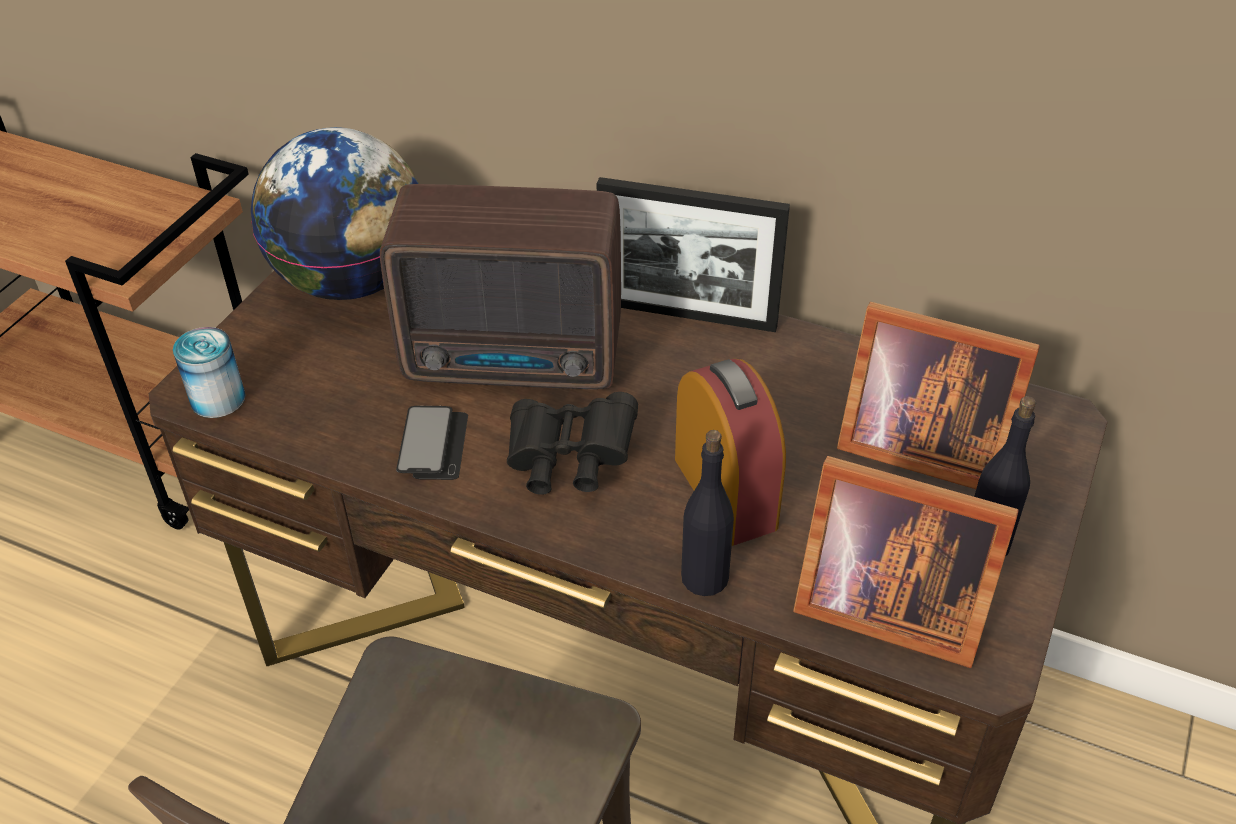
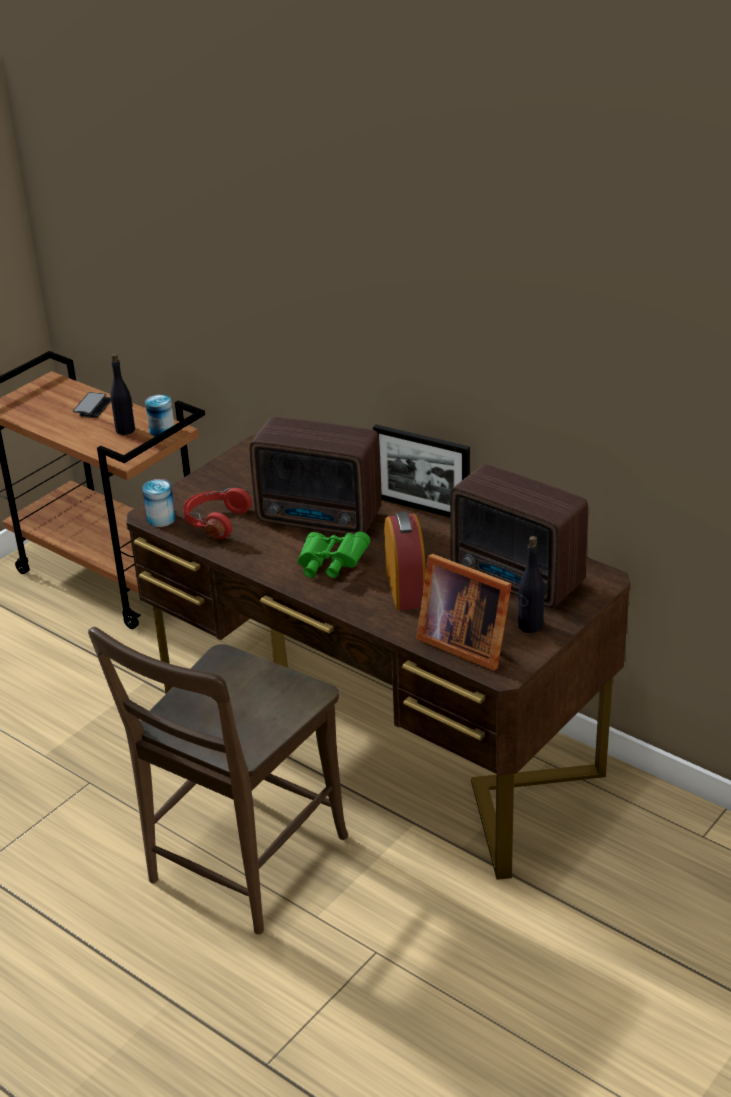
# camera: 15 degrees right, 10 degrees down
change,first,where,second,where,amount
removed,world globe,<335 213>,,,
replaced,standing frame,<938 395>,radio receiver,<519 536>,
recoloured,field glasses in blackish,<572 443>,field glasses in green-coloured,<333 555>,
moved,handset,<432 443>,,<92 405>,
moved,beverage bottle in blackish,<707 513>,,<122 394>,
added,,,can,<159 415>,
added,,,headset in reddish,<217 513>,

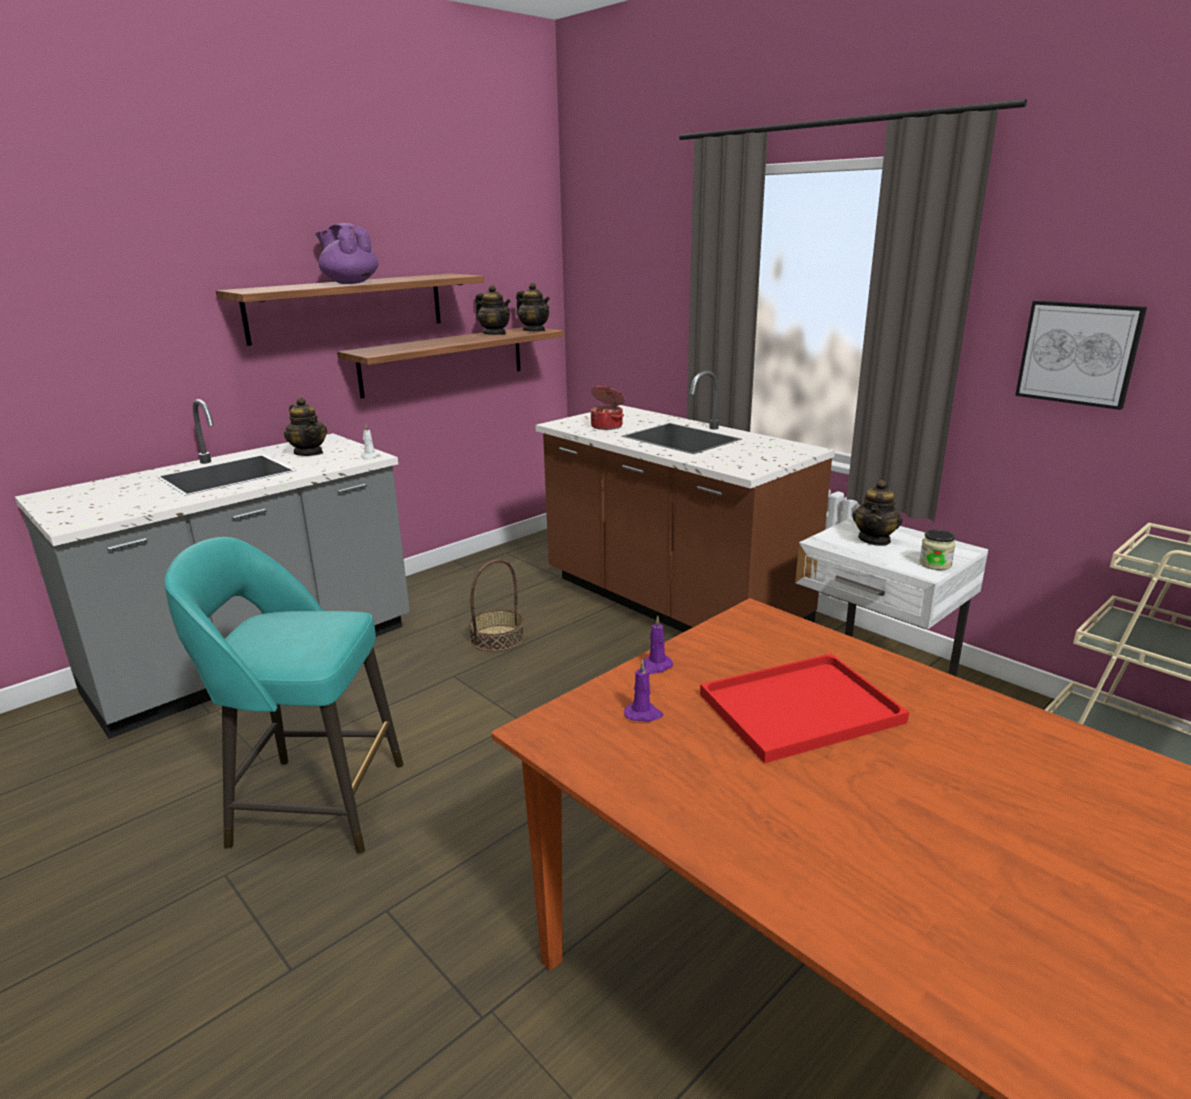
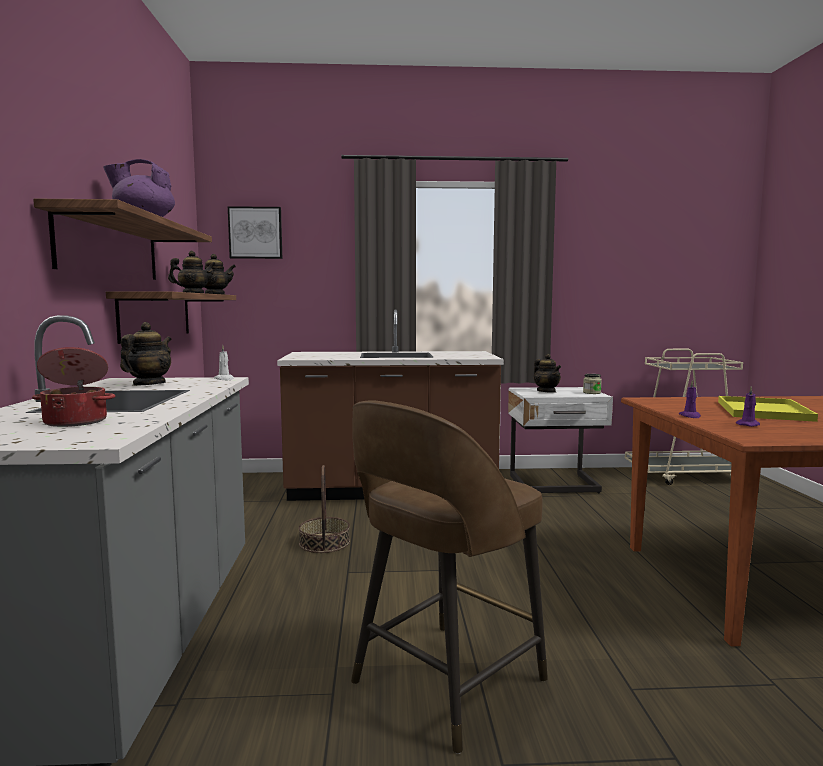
# camera: 50 degrees left, 15 degrees down
change,first,where,second,where,amount
moved,wall art,<1081 355>,,<255 232>,
moved,saucepot,<607 408>,,<73 387>,
turned,tea pot,<305 426>,,<146 354>,75 degrees counterclockwise
recoloured,stool in blue-green,<284 695>,stool in brown-coloured,<449 577>,
recoloured,tray in reddish,<804 708>,tray in yellowish,<768 409>,

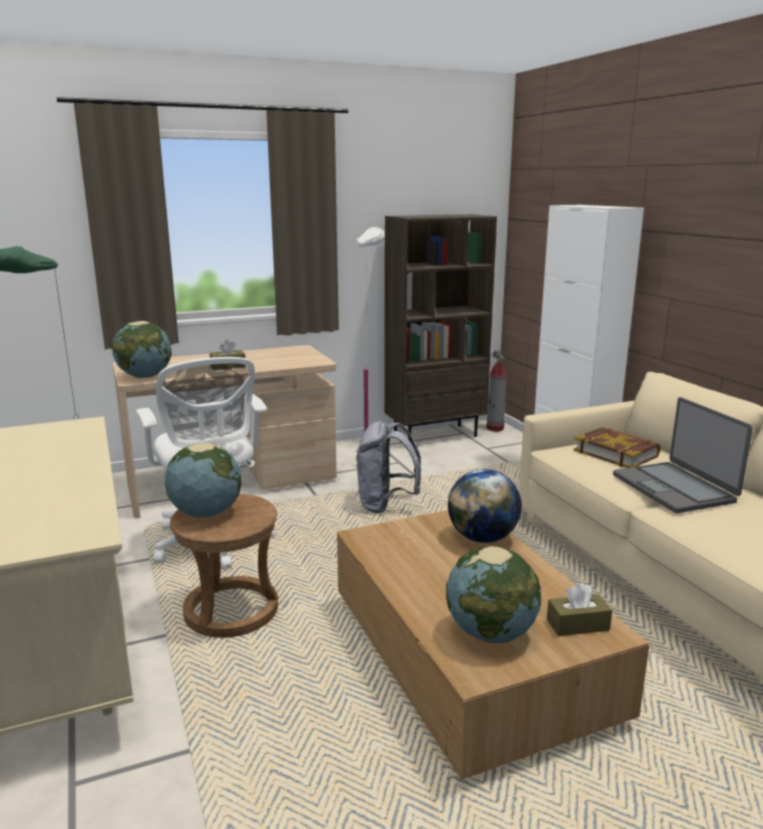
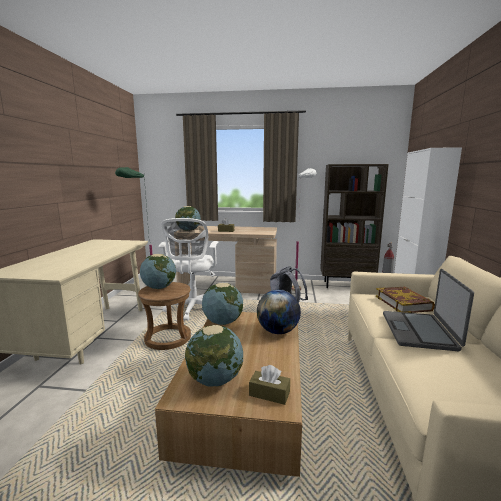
# camera: 30 degrees right, 5 degrees down
change,first,where,second,where,amount
added,,,world globe,<222 304>,

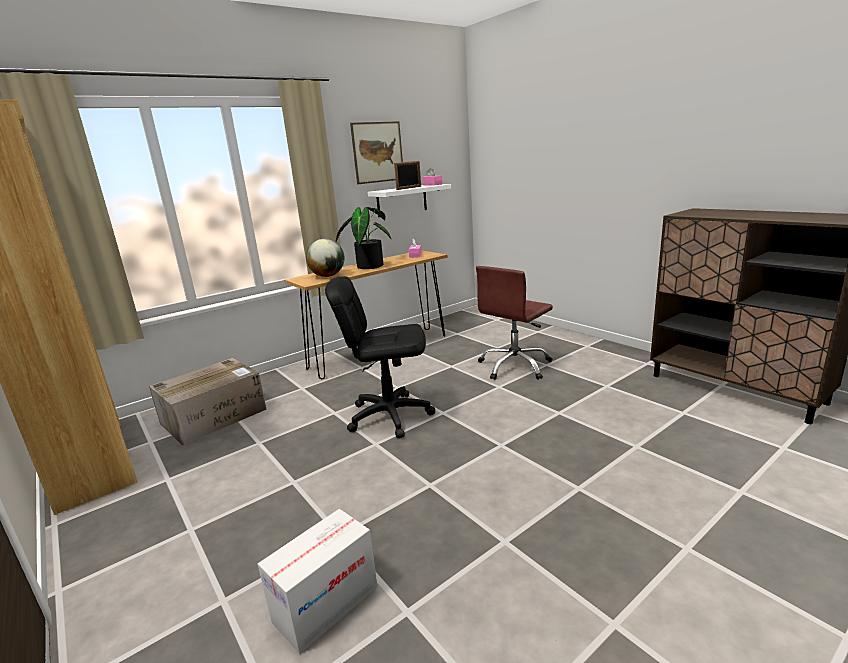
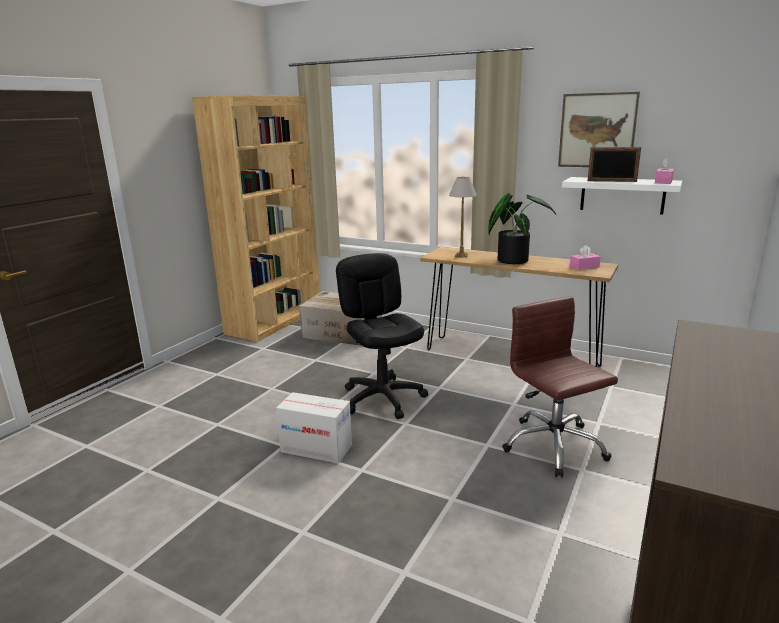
# camera: 65 degrees right, 0 degrees up
change,first,where,second,where,amount
replaced,world globe,<325 258>,table lamp,<463 217>,
turned,computer chair in brown-coloured,<514 323>,,<560 387>,45 degrees clockwise
moved,cardboard box,<318 581>,,<314 428>,

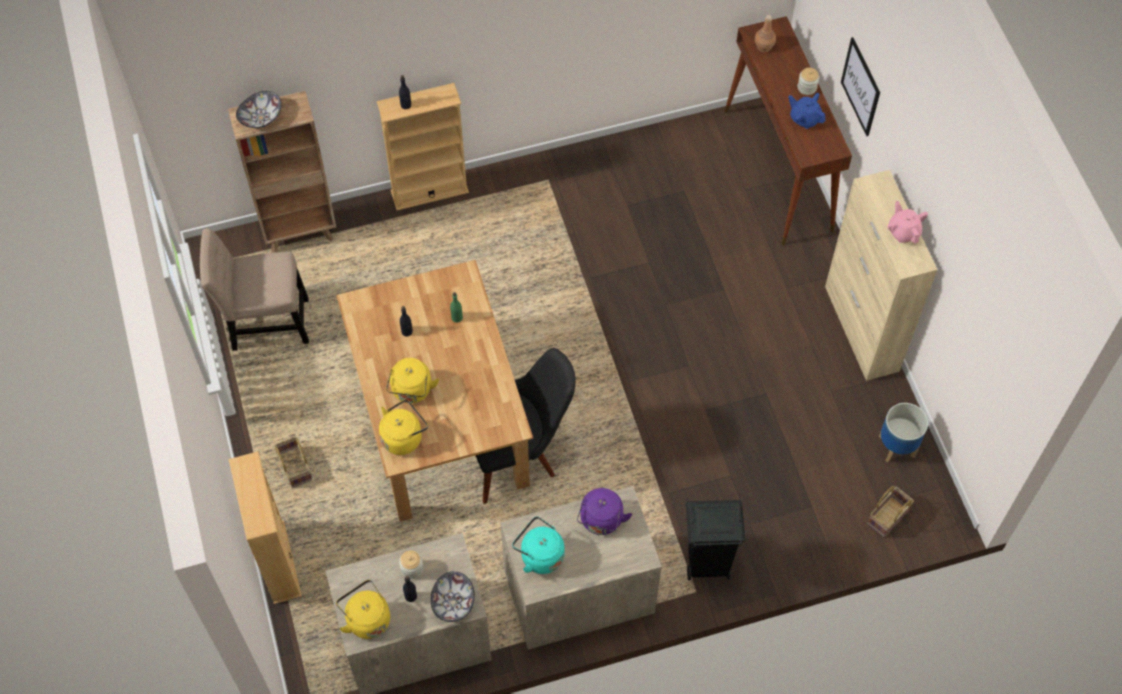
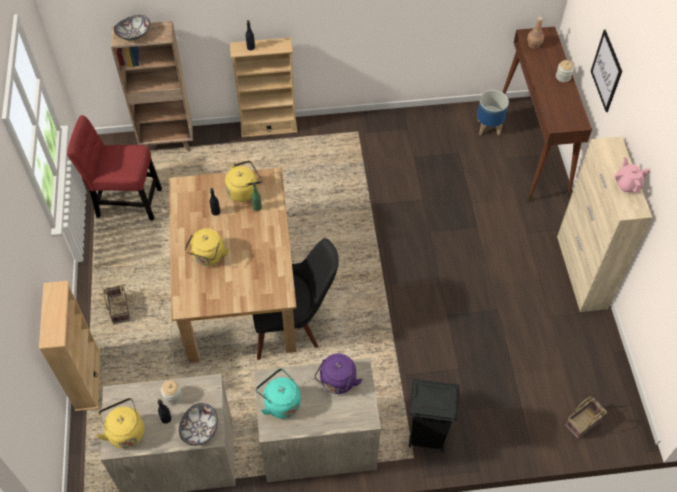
# camera: 10 degrees right, 5 degrees down
change,first,where,second,where,amount
removed,tea pot in blue,<807 111>,,,
recoloured,plain chair in beige-coloured,<254 289>,plain chair in reddish,<114 168>,
moved,water kettle in yellowish,<403 427>,,<243 181>,
moved,planter,<903 432>,,<493 113>,

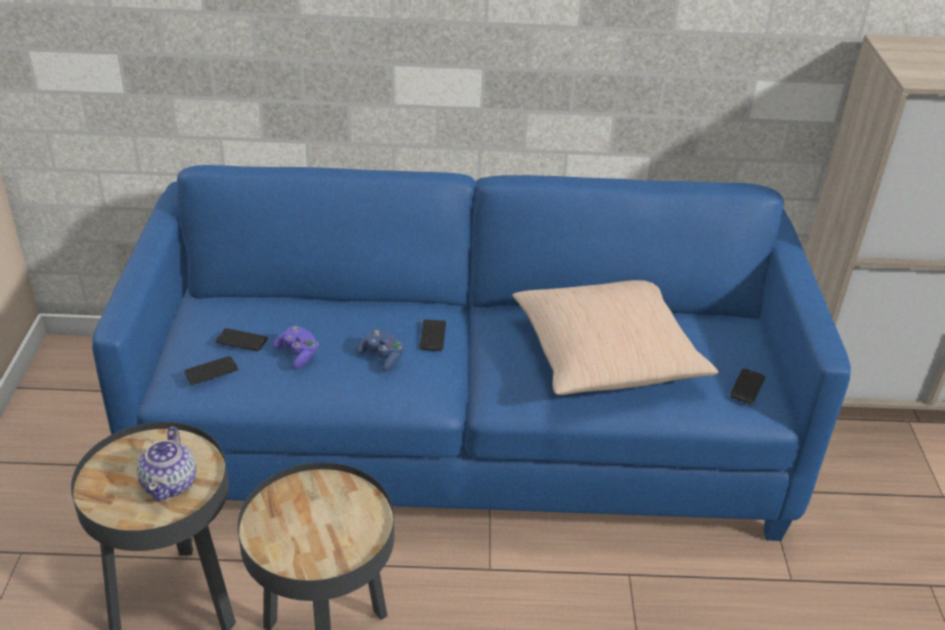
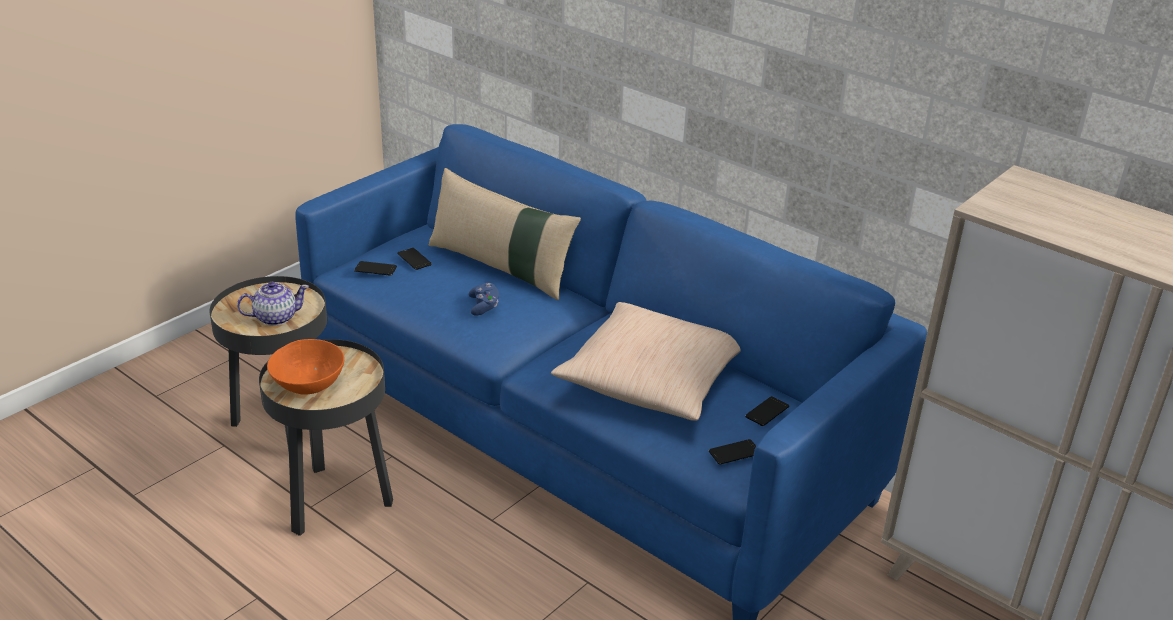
# camera: 40 degrees right, 5 degrees down
change,first,where,second,where,amount
moved,handset,<433 335>,,<767 411>,
removed,joypad in purple,<295 347>,,,
turned,tea pot,<166 464>,,<273 304>,150 degrees counterclockwise
added,,,pillow in beige-coloured,<504 234>,
added,,,bowl in orange-coloured,<305 367>,

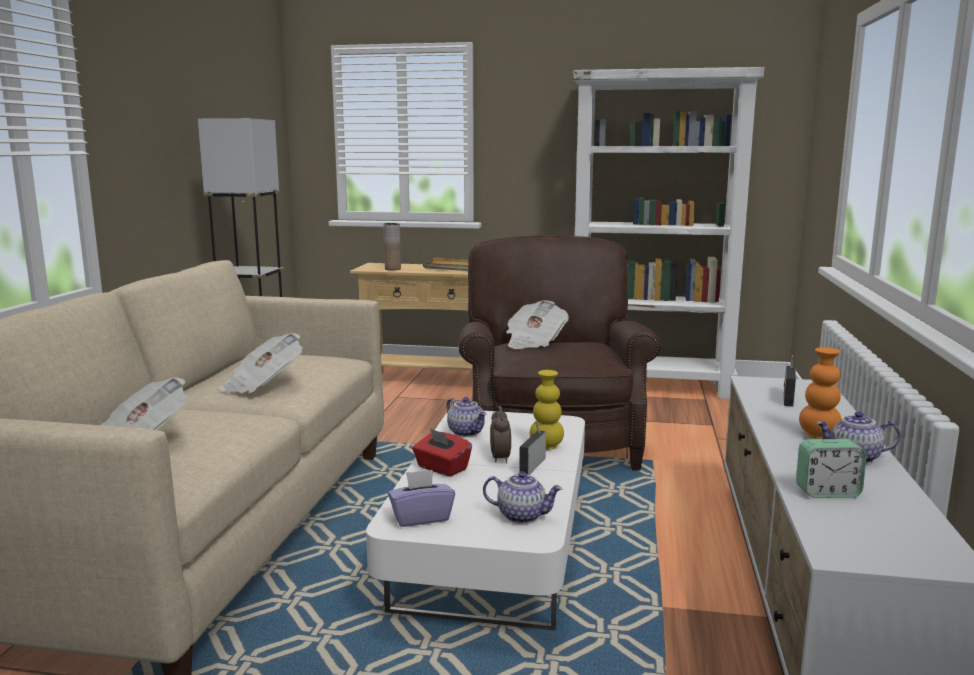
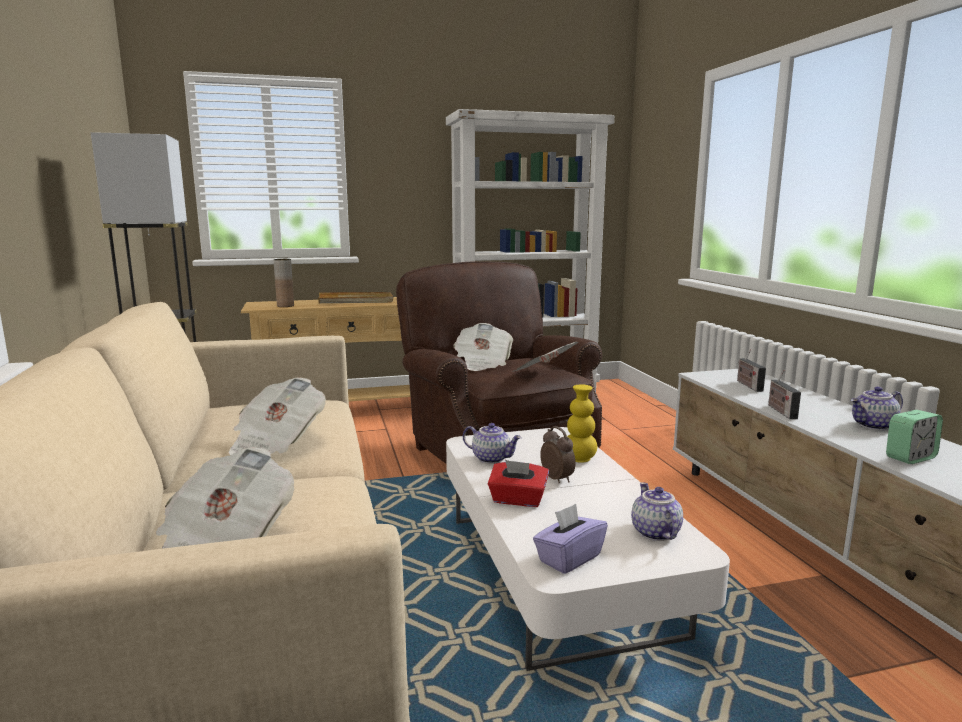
# camera: 25 degrees left, 0 degrees up
change,first,where,second,where,amount
removed,flower vase in orange-coloured,<820 393>,,,
moved,radio receiver,<532 448>,,<784 394>,
turned,tea pot,<523 497>,,<657 512>,90 degrees counterclockwise
added,,,daily paper,<545 357>,

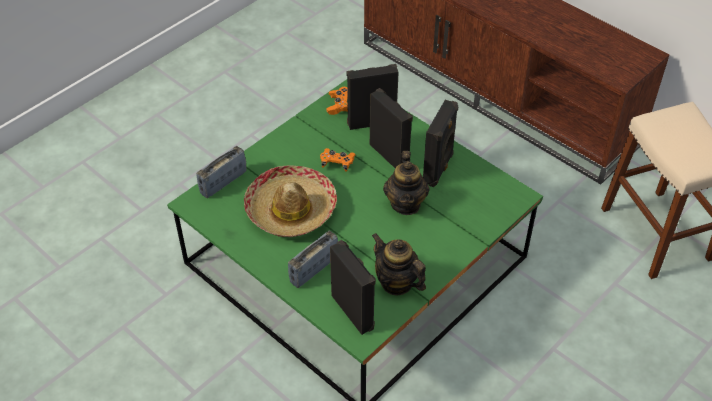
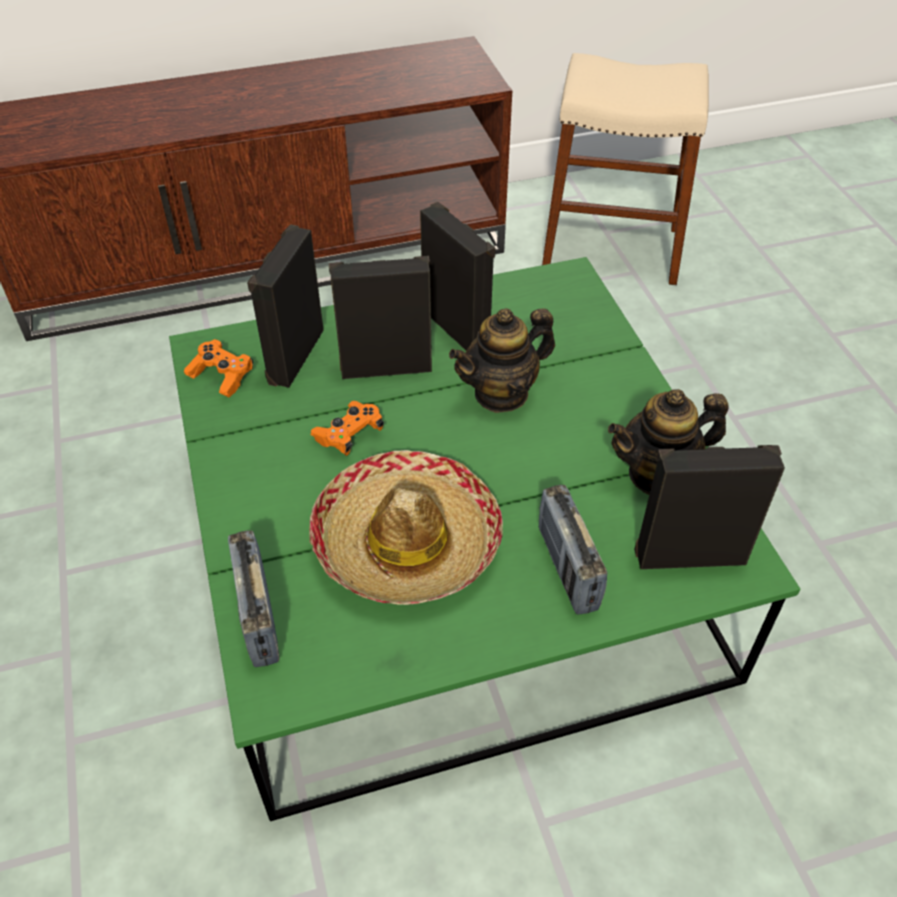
# camera: 60 degrees left, 0 degrees up
change,first,where,second,where,amount
turned,tea pot,<406 183>,,<502 360>,120 degrees clockwise

